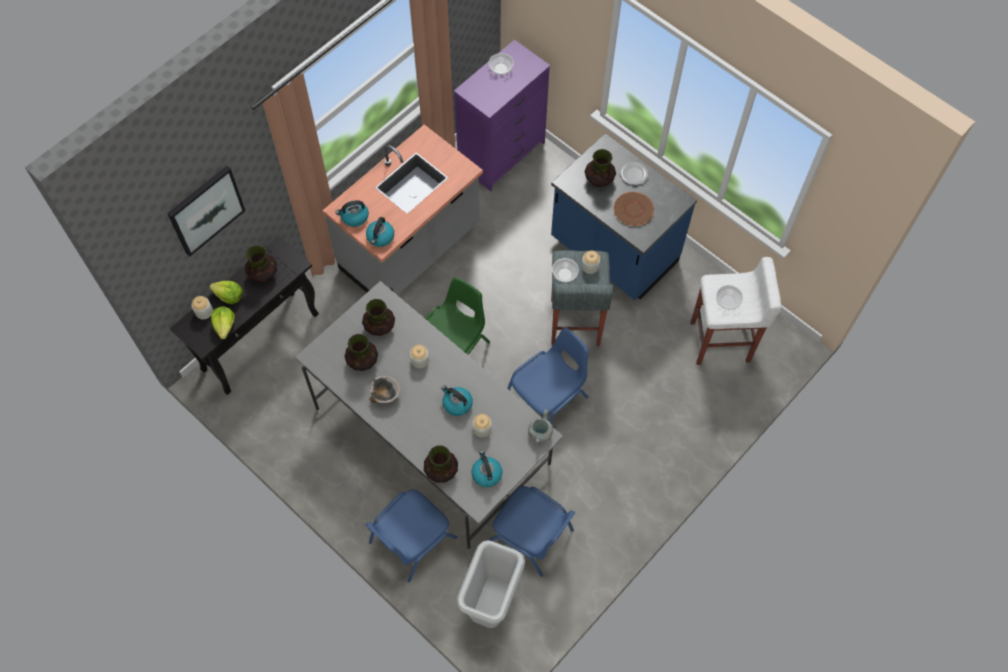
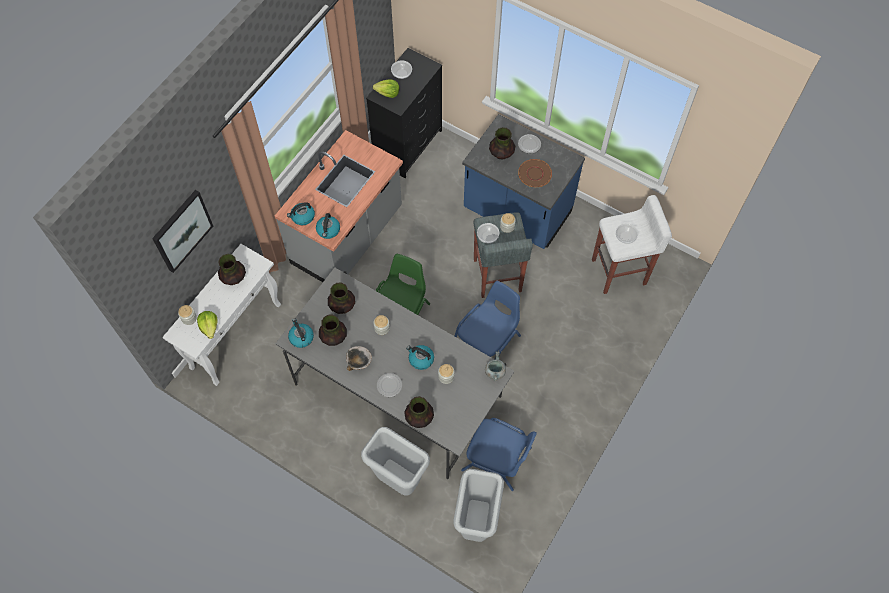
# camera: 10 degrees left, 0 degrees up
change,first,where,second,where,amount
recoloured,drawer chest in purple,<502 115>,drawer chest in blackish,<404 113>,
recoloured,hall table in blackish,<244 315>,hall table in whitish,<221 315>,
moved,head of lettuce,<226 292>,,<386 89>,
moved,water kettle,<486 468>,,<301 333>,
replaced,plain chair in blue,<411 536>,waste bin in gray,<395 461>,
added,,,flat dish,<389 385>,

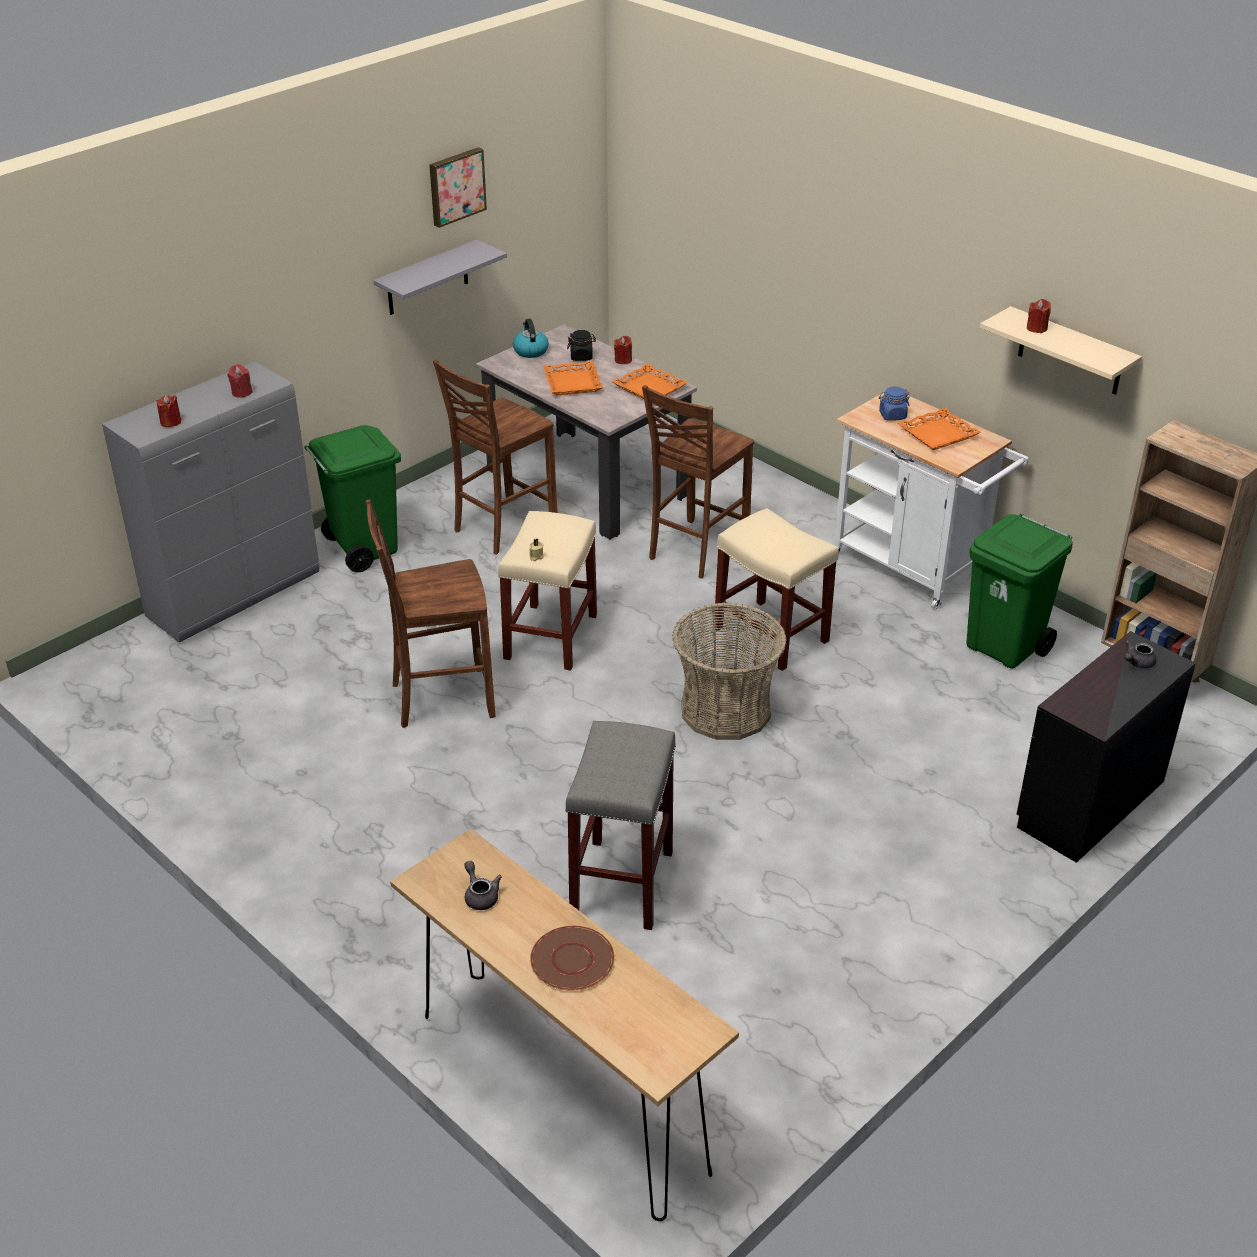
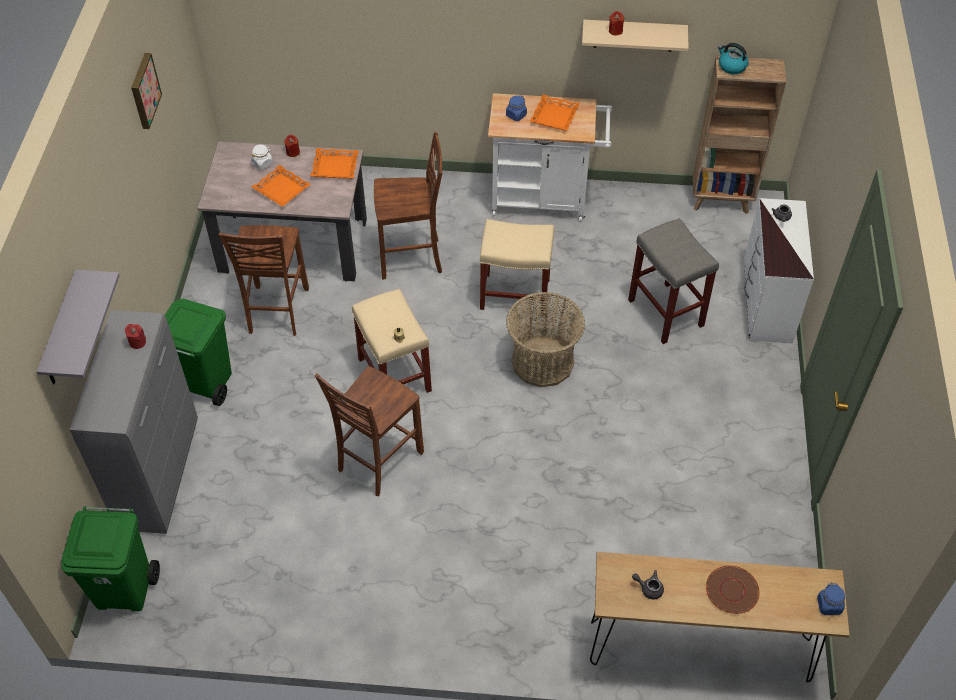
# camera: 40 degrees left, 15 degrees up
change,first,where,second,where,amount
moved,shelf in gray,<440 277>,,<78 327>,
moved,water kettle,<531 338>,,<733 58>,
recoloured,storage jar in blackish,<581 345>,storage jar in whitish,<262 157>,
turned,plain chair in brown-coloured,<698 482>,,<408 205>,90 degrees counterclockwise
removed,wax light in reddish,<168 411>,,,
moved,waste bin in green-coloured,<1020 591>,,<110 558>,
recoloured,drawer chest in blackish,<1106 747>,drawer chest in whitish,<779 270>,
moved,stool in gray,<620 825>,,<673 281>,
added,,,storage jar in blue,<831 598>,

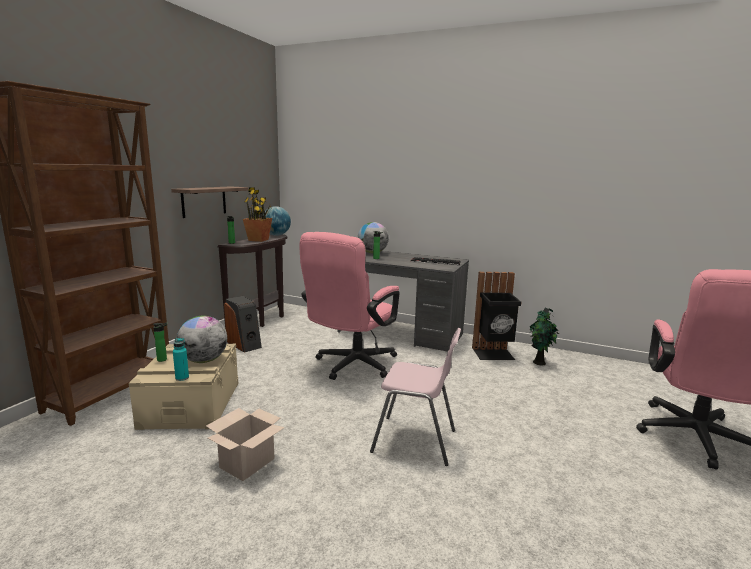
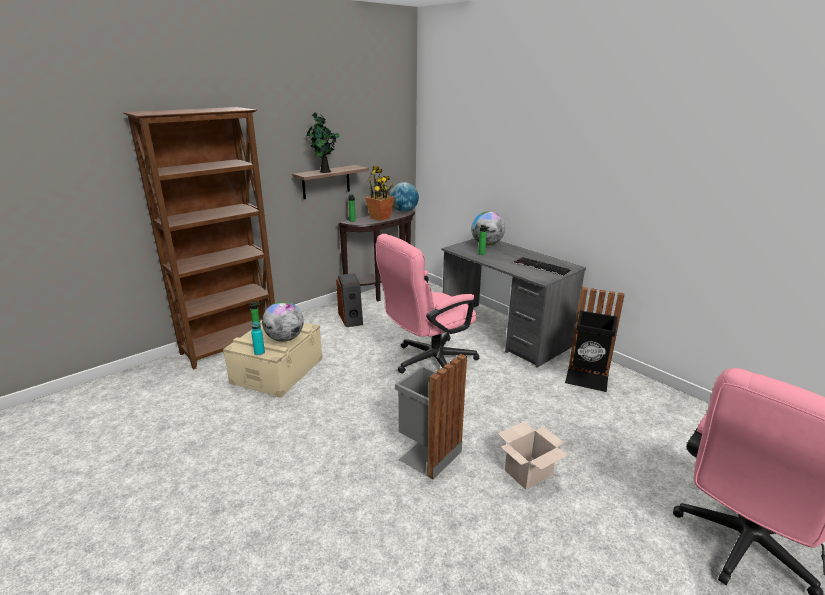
# camera: 25 degrees right, 10 degrees up
change,first,where,second,where,amount
moved,houseplant,<544 336>,,<323 143>,
replaced,plain chair in pink-coloured,<415 397>,waste bin in gray,<431 417>,
moved,cardboard box,<245 444>,,<533 455>,

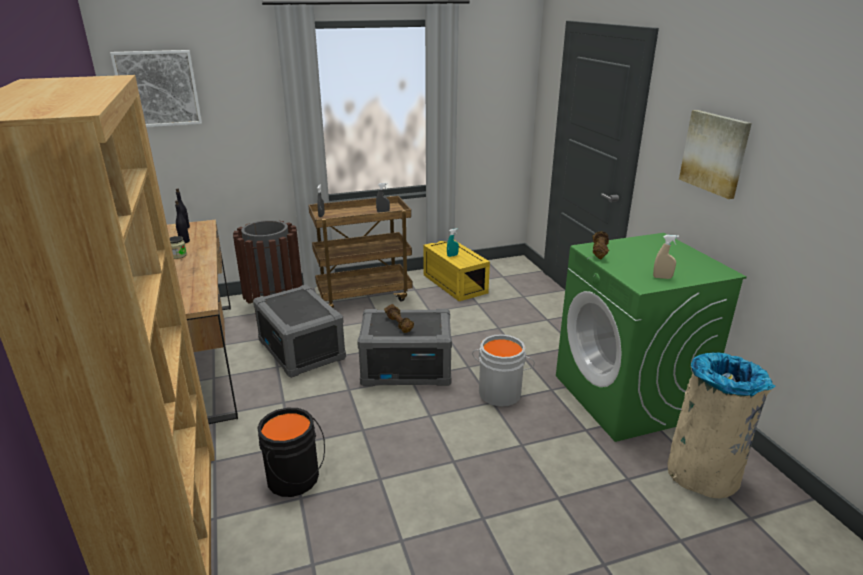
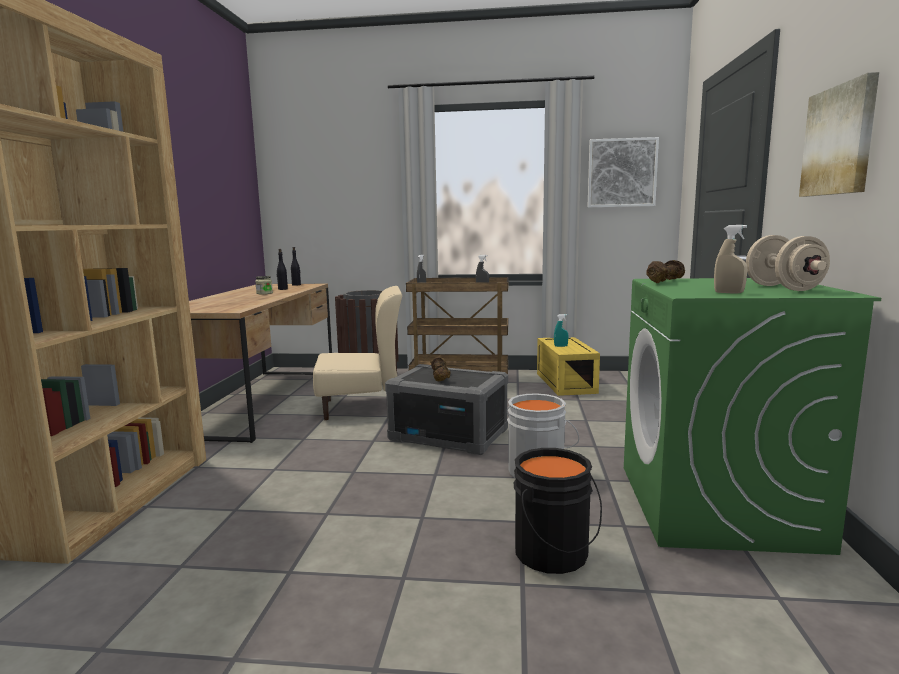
# camera: 25 degrees right, 15 degrees down
change,first,where,second,where,amount
moved,wall art,<156 88>,,<623 172>,
replaced,storage bin in gray,<299 331>,plain chair in beige-coloured,<357 353>,
removed,waste bin in beige-coloured,<721 425>,,,
moved,water bucket in blackish,<291 452>,,<557 511>,
added,,,hand weight in beige-coloured,<788 263>,

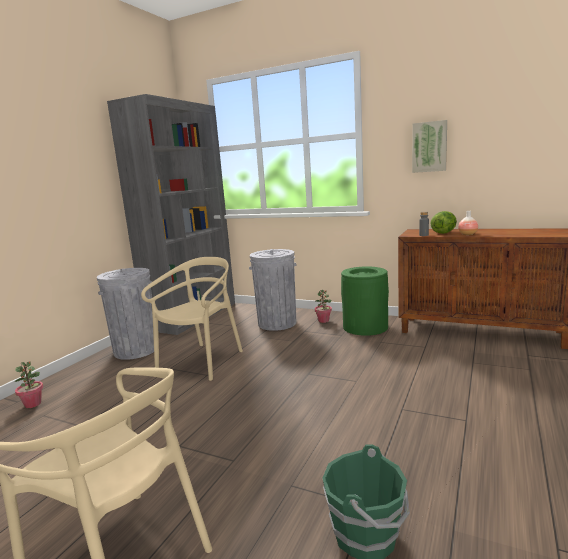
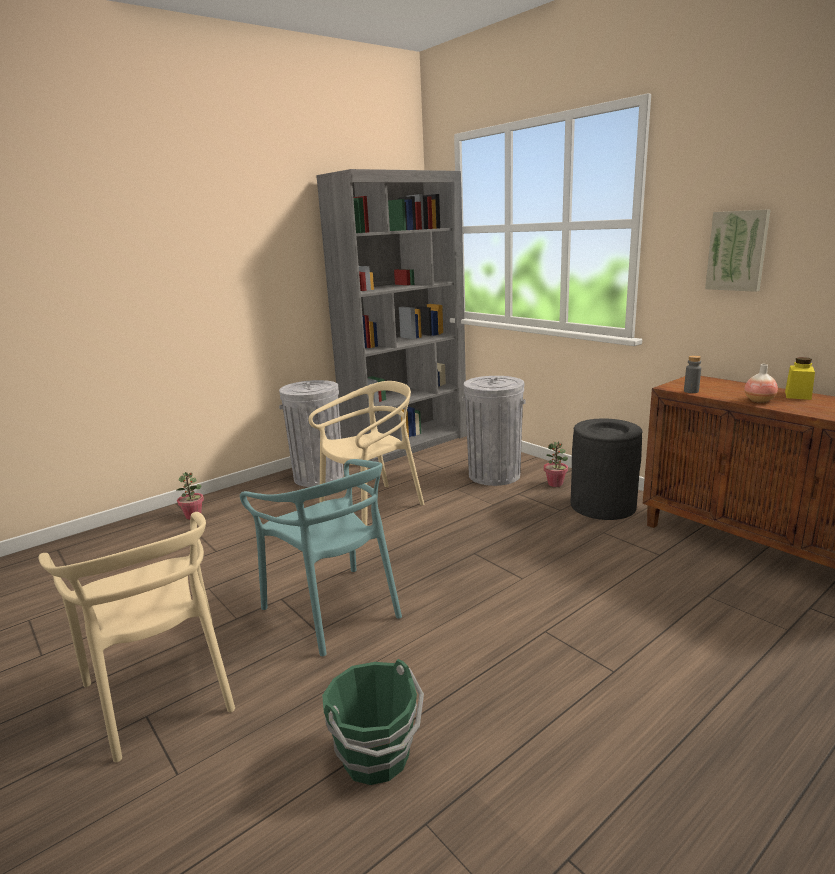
# camera: 25 degrees right, 5 degrees up
change,first,where,second,where,amount
removed,head of lettuce,<444 222>,,,
recoloured,waste bin in green-coloured,<365 301>,waste bin in blackish,<607 469>,
added,,,storage jar in yellowish,<800 378>,
added,,,plain chair in blue-green,<321 557>,

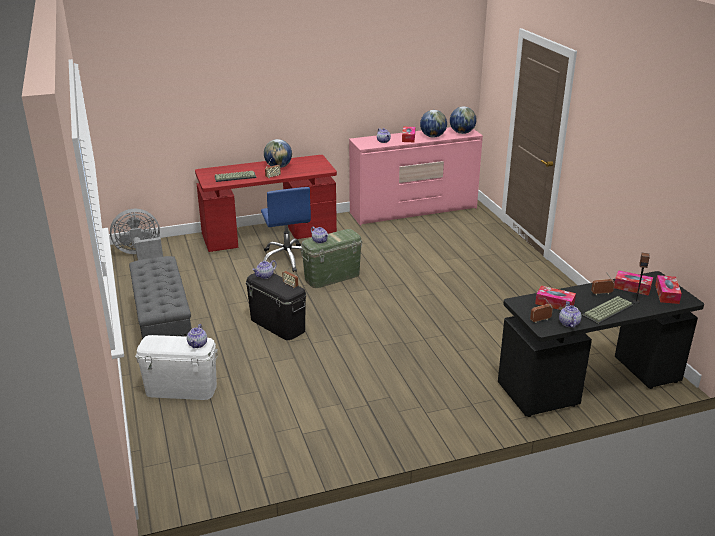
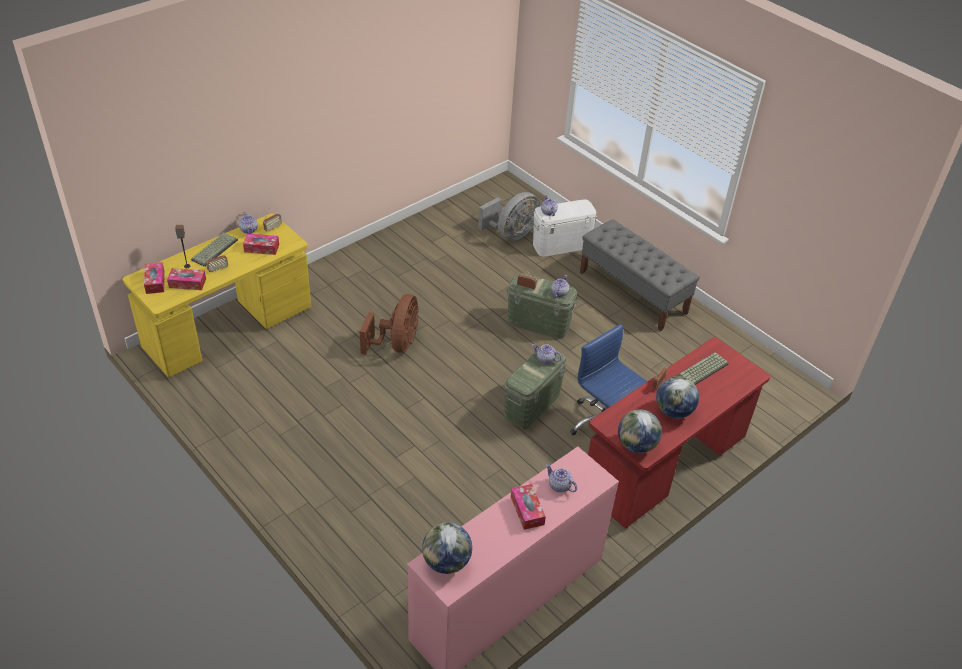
# camera: 155 degrees right, 15 degrees up
change,first,where,second,where,amount
moved,world globe,<433 124>,,<640 431>,
moved,cooling fan in gray,<136 234>,,<509 216>,
recoloured,desk table in blackish,<601 344>,desk table in yellowish,<217 295>,
recoloured,storage bin in blackish,<276 306>,storage bin in green-coloured,<542 306>,
added,,,cooling fan in brown-coloured,<389 324>,

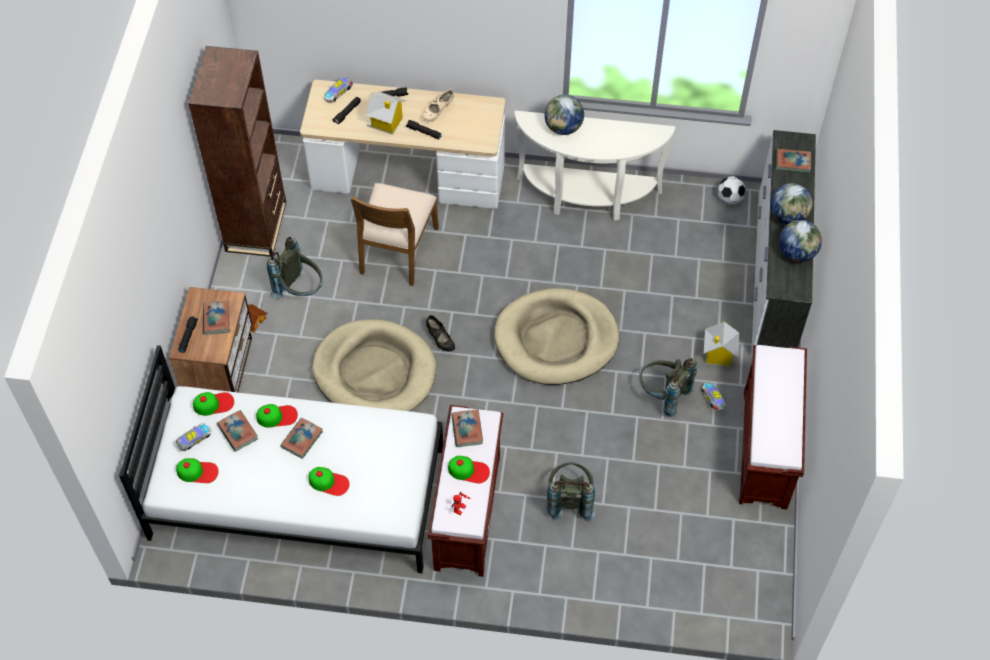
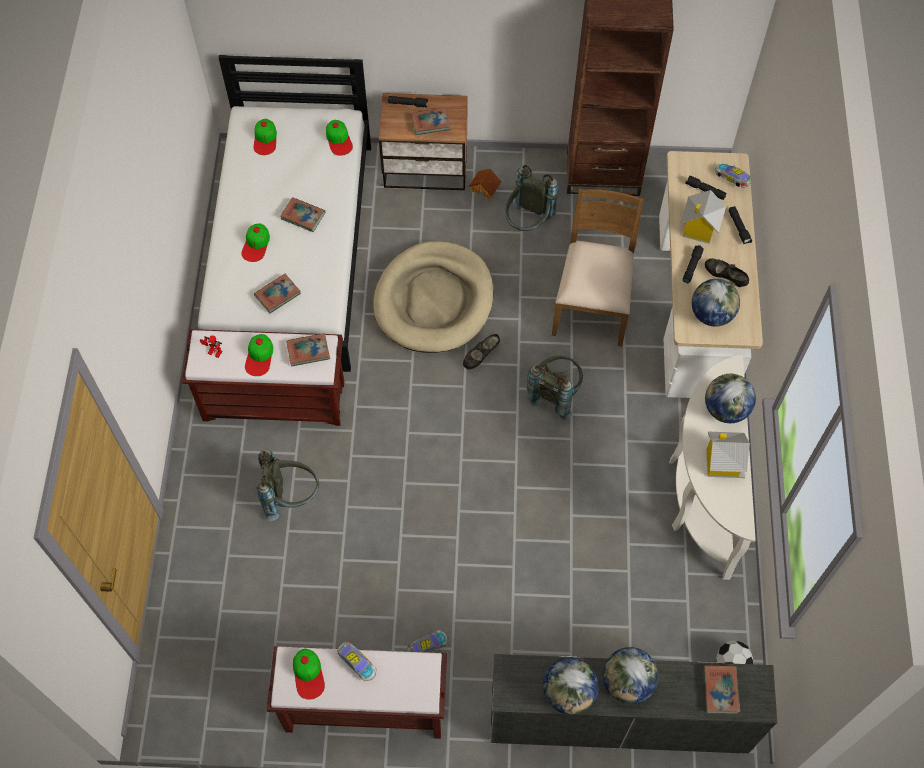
# camera: 85 degrees right, 5 degrees up
change,first,where,second,where,amount
recoloured,low shoe in beige-coloured,<438 105>,low shoe in blackish,<727 273>,
turned,plain chair in brown-coloured,<395 234>,,<597 268>,90 degrees clockwise
removed,dog cushion in beige-coloured,<556 336>,,,
moved,toy house,<721 344>,,<728 455>,
moved,backpack in gray,<668 387>,,<554 388>,
moved,peaked cap,<277 416>,,<309 674>,
moved,volume,<237 431>,,<277 293>,
moved,toy car,<193 437>,,<357 661>,
added,,,world globe,<716 303>,

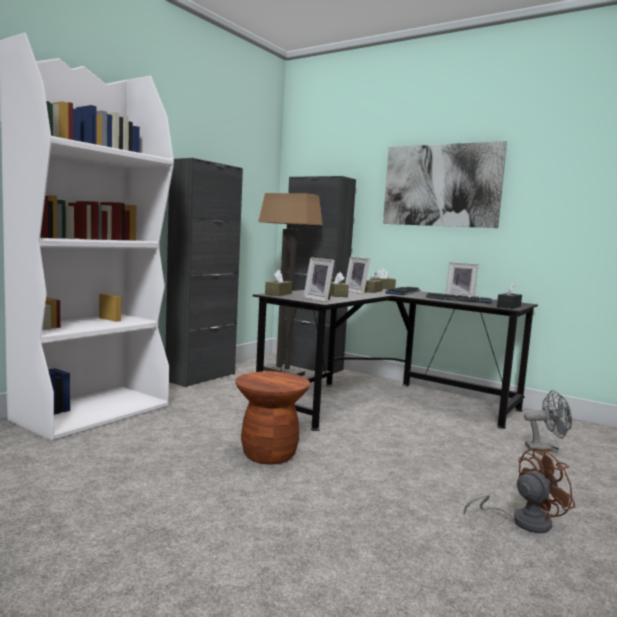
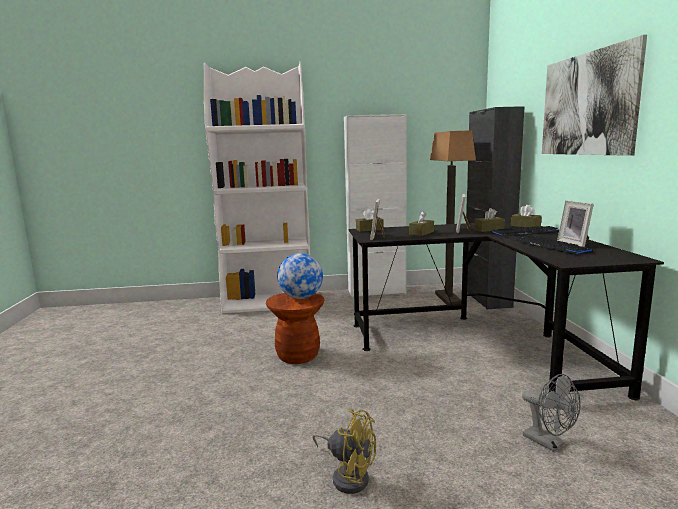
# camera: 50 degrees right, 5 degrees up
change,first,where,second,where,amount
recoloured,storage cabinet in blackish,<204 272>,storage cabinet in whitish,<375 205>,
removed,tissue holder in blackish,<509 296>,,,
recoloured,cooling fan in brown-coloured,<519 490>,cooling fan in yellowish,<344 451>,
added,,,world globe,<300 276>,

